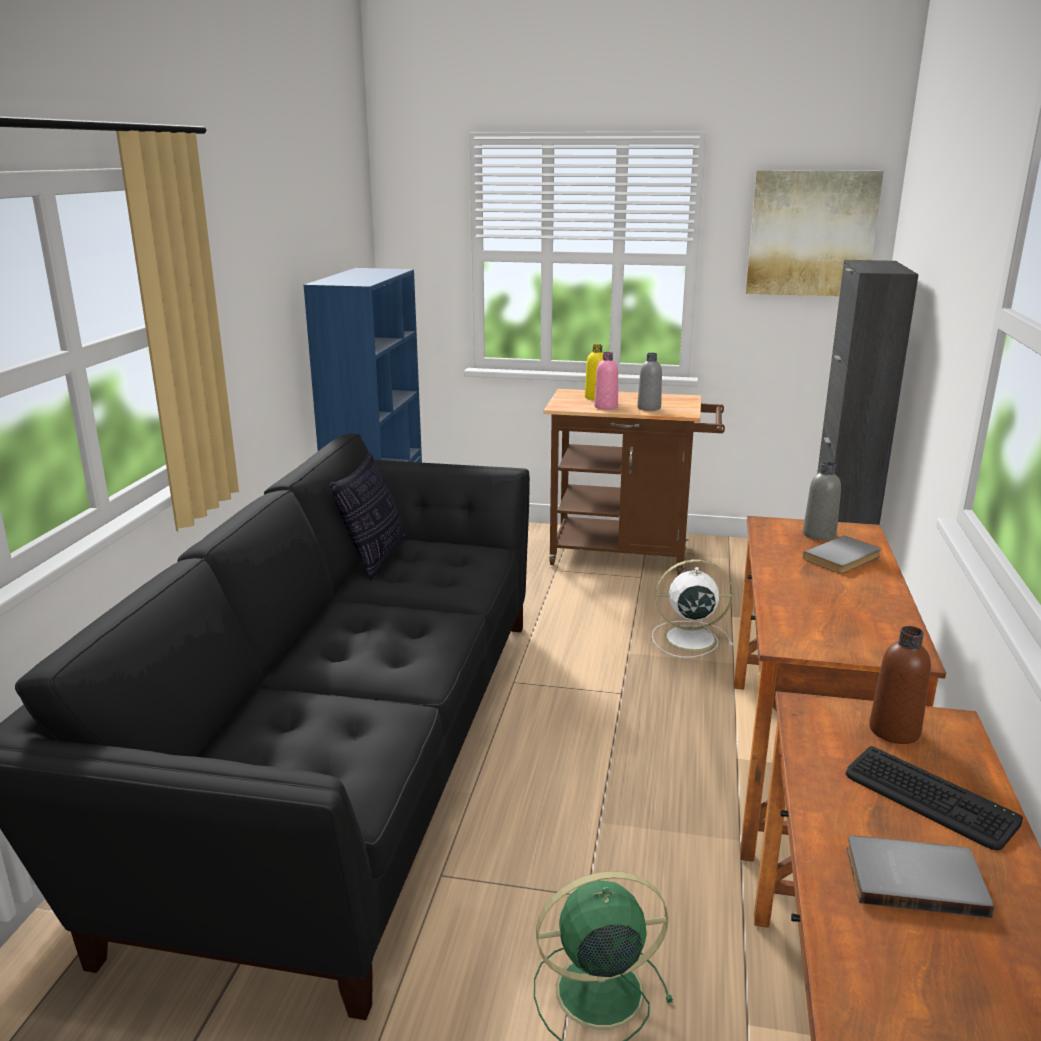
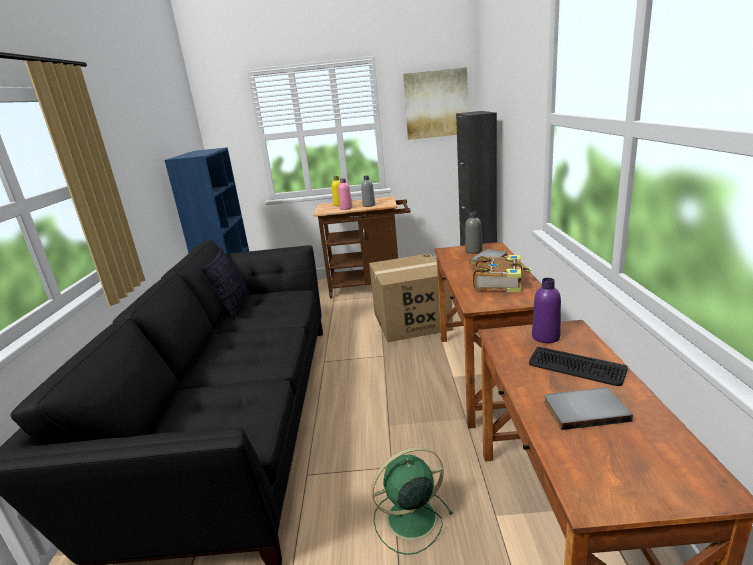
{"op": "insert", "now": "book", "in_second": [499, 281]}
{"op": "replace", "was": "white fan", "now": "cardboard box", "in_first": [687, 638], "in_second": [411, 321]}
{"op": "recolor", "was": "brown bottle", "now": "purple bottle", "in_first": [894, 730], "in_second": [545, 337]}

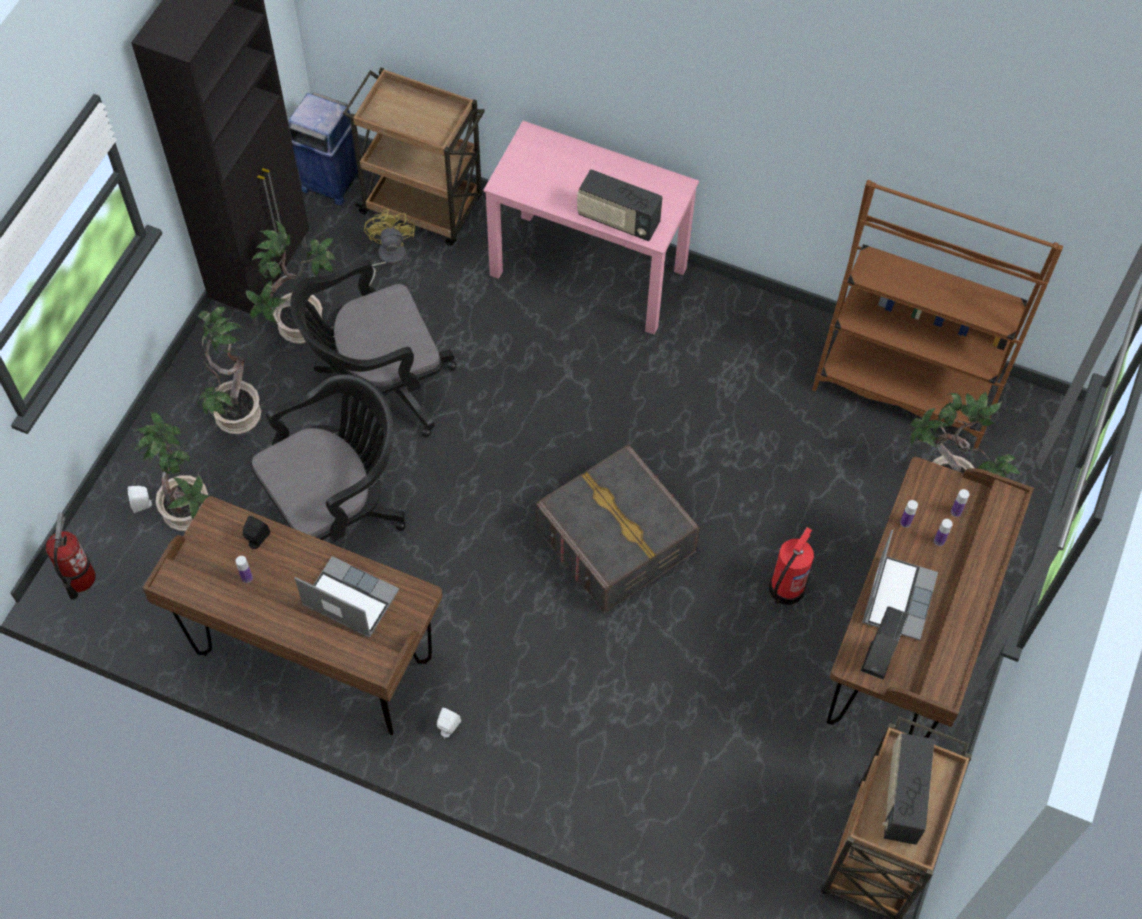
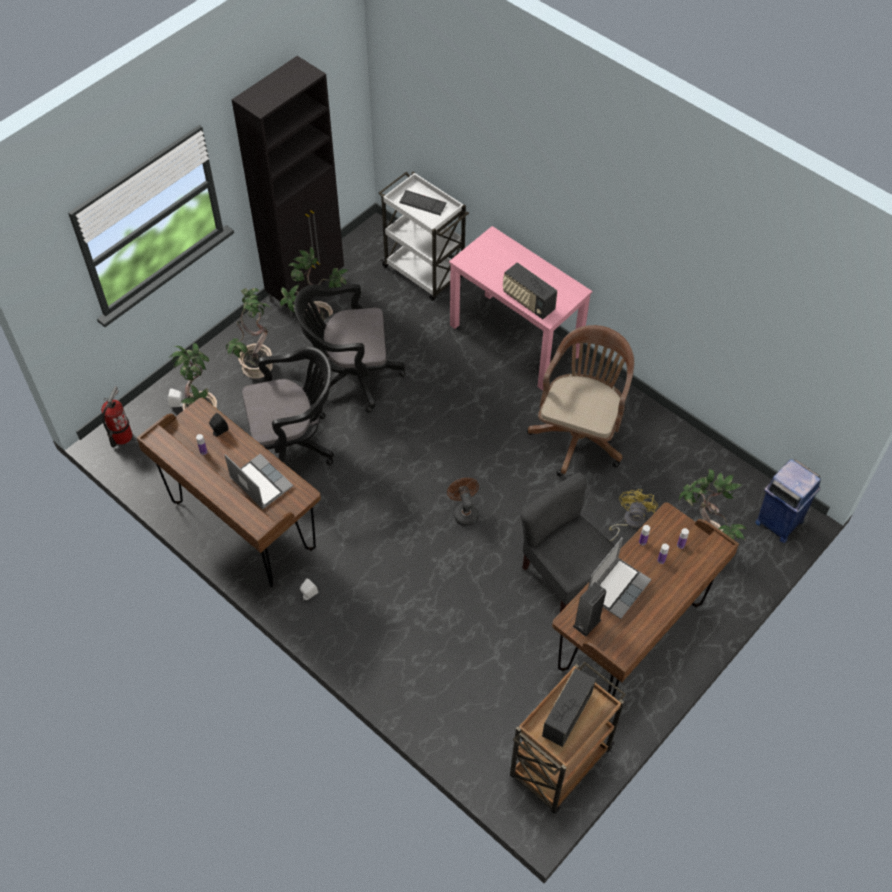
{"op": "delete", "was": "brown bookcase", "in_first": [905, 385]}
{"op": "insert", "now": "keyboard", "in_second": [423, 203]}
{"op": "insert", "now": "brown office chair", "in_second": [579, 434]}
{"op": "move", "was": "blue trash can", "in_first": [330, 181], "in_second": [778, 521]}
{"op": "move", "was": "yellow fan", "in_first": [387, 258], "in_second": [629, 521]}
{"op": "replace", "was": "grey storage box", "now": "brown fan", "in_first": [615, 541], "in_second": [464, 512]}
{"op": "replace", "was": "fire extinguisher", "now": "grey chair", "in_first": [785, 589], "in_second": [565, 575]}
{"op": "recolor", "was": "brown cart", "now": "white cart", "in_first": [423, 206], "in_second": [424, 273]}

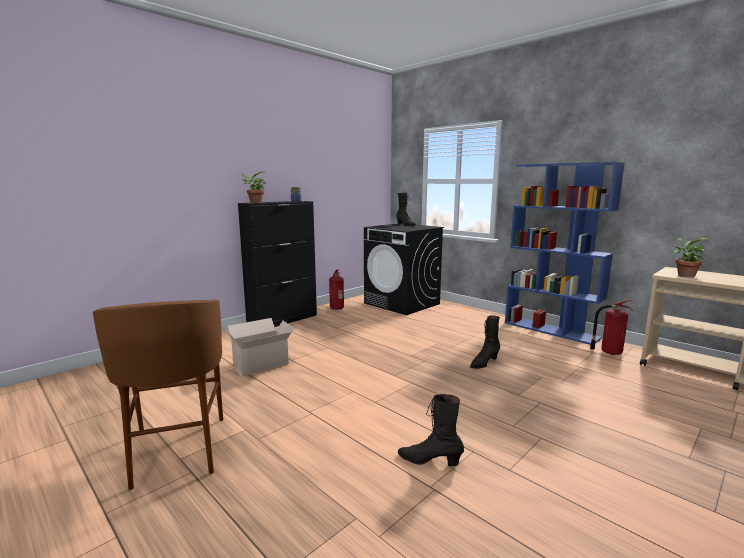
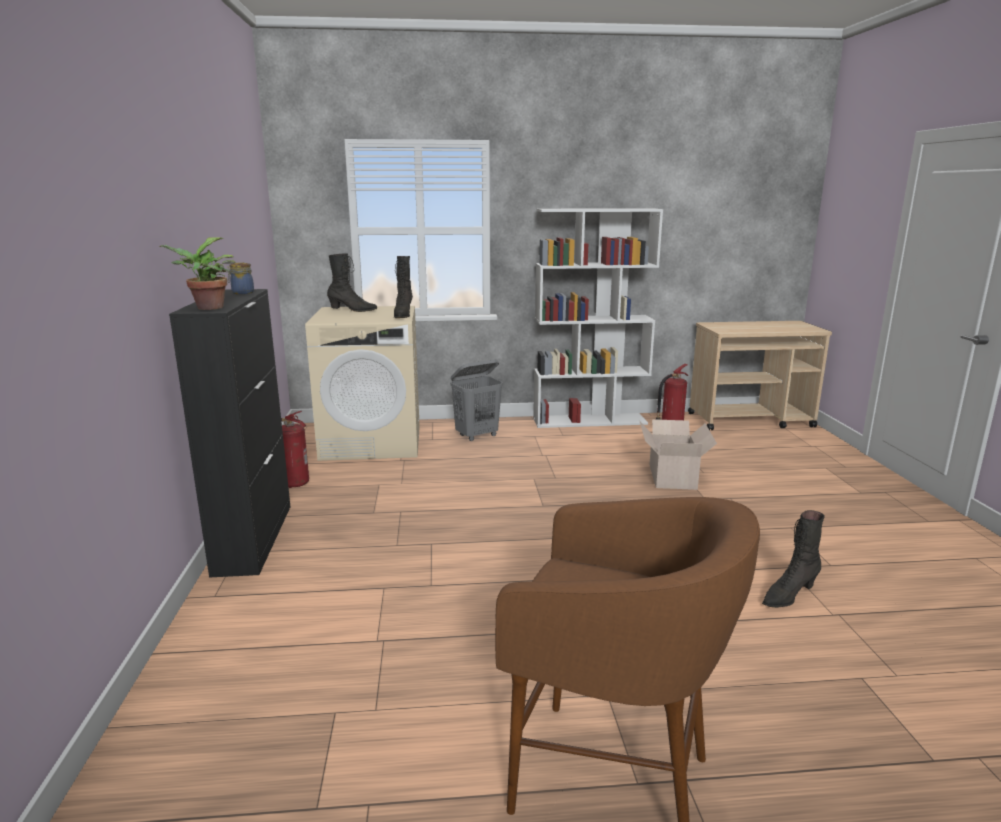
{"op": "delete", "was": "potted plant", "in_first": [684, 275]}
{"op": "insert", "now": "grey laundry basket", "in_second": [477, 436]}
{"op": "move", "was": "cardboard box", "in_first": [262, 364], "in_second": [672, 476]}
{"op": "move", "was": "black boot", "in_first": [484, 363], "in_second": [403, 315]}
{"op": "recolor", "was": "black washing machine", "now": "beige washing machine", "in_first": [402, 303], "in_second": [372, 442]}
{"op": "recolor", "was": "blue bookcase", "now": "white bookcase", "in_first": [551, 330], "in_second": [590, 421]}

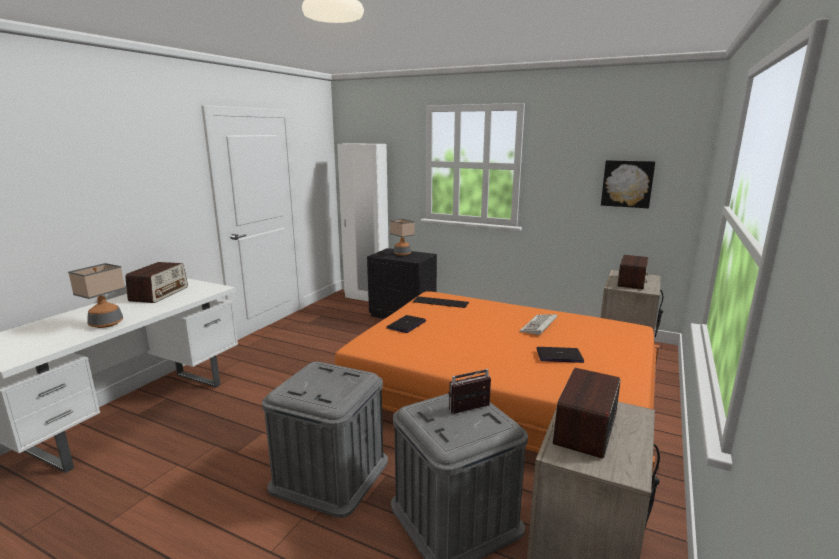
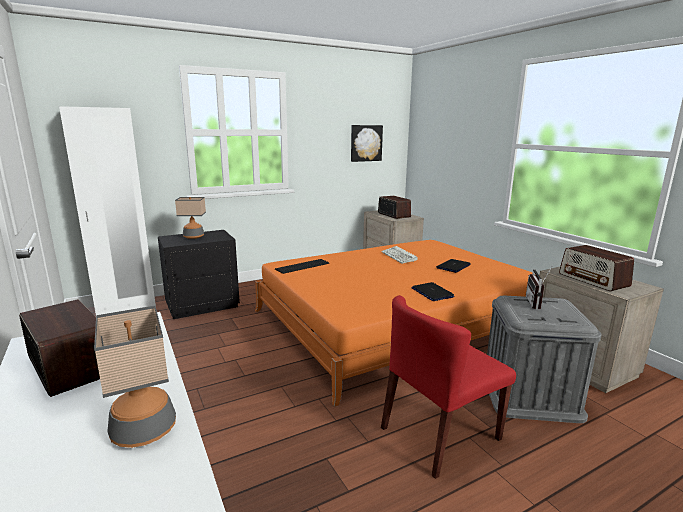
{"op": "move", "was": "laptop", "in_first": [406, 325], "in_second": [432, 292]}
{"op": "replace", "was": "grey storage box", "now": "red chair", "in_first": [330, 474], "in_second": [439, 434]}

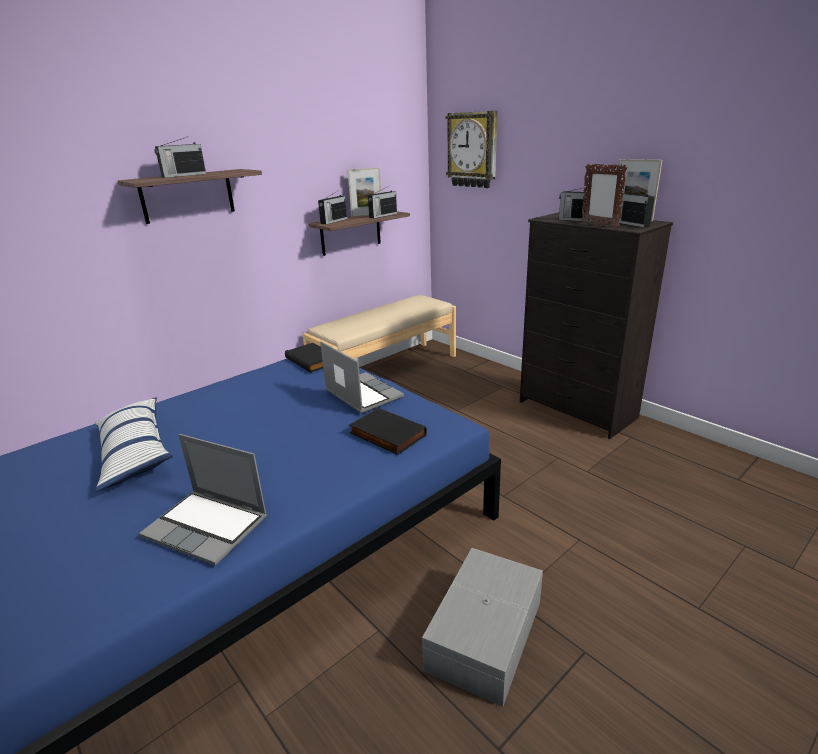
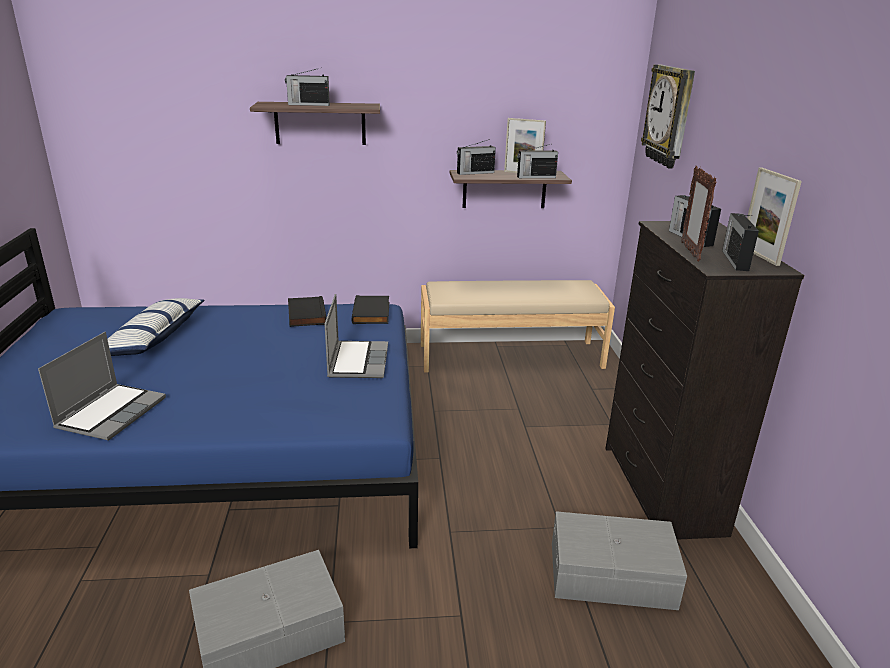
{"op": "insert", "now": "grey storage box", "in_second": [613, 576]}
{"op": "move", "was": "black book", "in_first": [386, 435], "in_second": [305, 314]}
{"op": "rotate", "was": "laptop", "in_first": [208, 527], "in_second": [111, 412], "clockwise": -135}

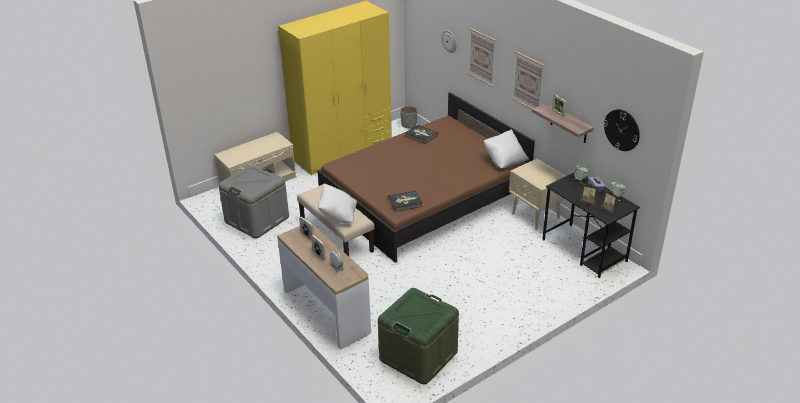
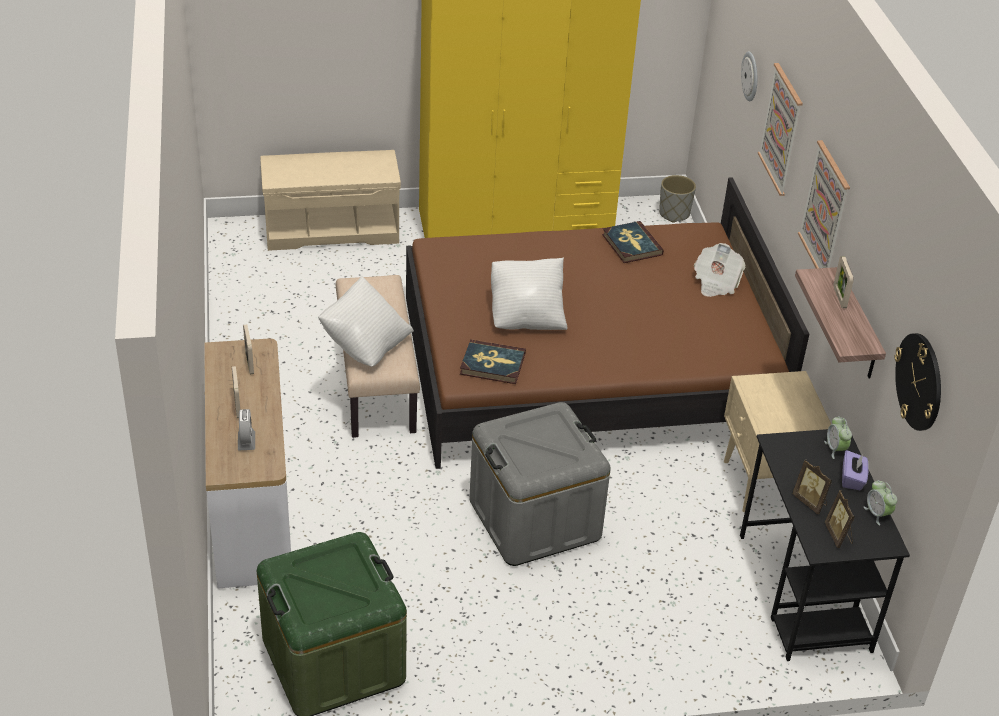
{"op": "insert", "now": "newspaper", "in_second": [716, 282]}
{"op": "move", "was": "grey storage box", "in_first": [257, 219], "in_second": [534, 519]}
{"op": "move", "was": "white pillow", "in_first": [504, 161], "in_second": [527, 315]}

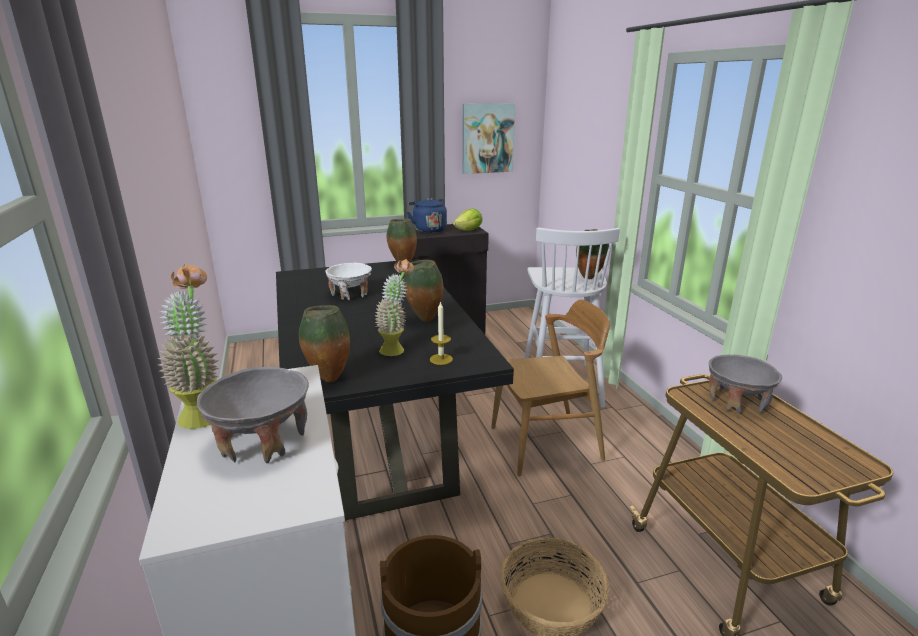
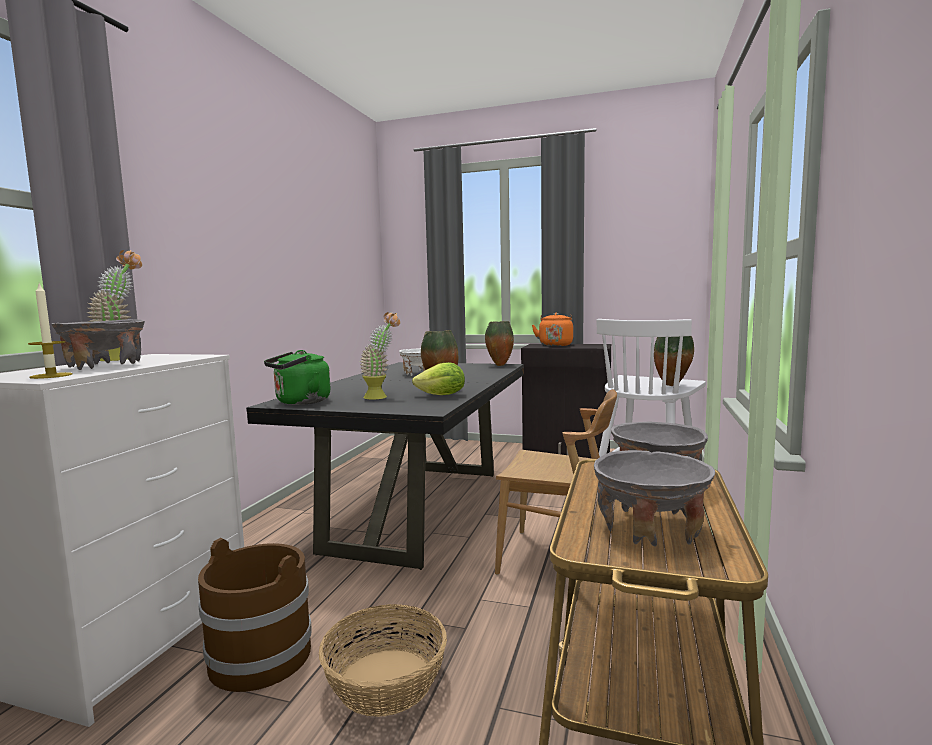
{"op": "delete", "was": "picture", "in_first": [487, 138]}
{"op": "insert", "now": "grey bowl", "in_second": [650, 529]}
{"op": "move", "was": "candle", "in_first": [441, 359], "in_second": [51, 376]}
{"op": "move", "was": "lettuce", "in_first": [469, 230], "in_second": [442, 395]}
{"op": "replace", "was": "vase", "now": "green kettle", "in_first": [328, 379], "in_second": [300, 402]}
{"op": "recolor", "was": "blue kettle", "now": "orange kettle", "in_first": [428, 230], "in_second": [555, 345]}

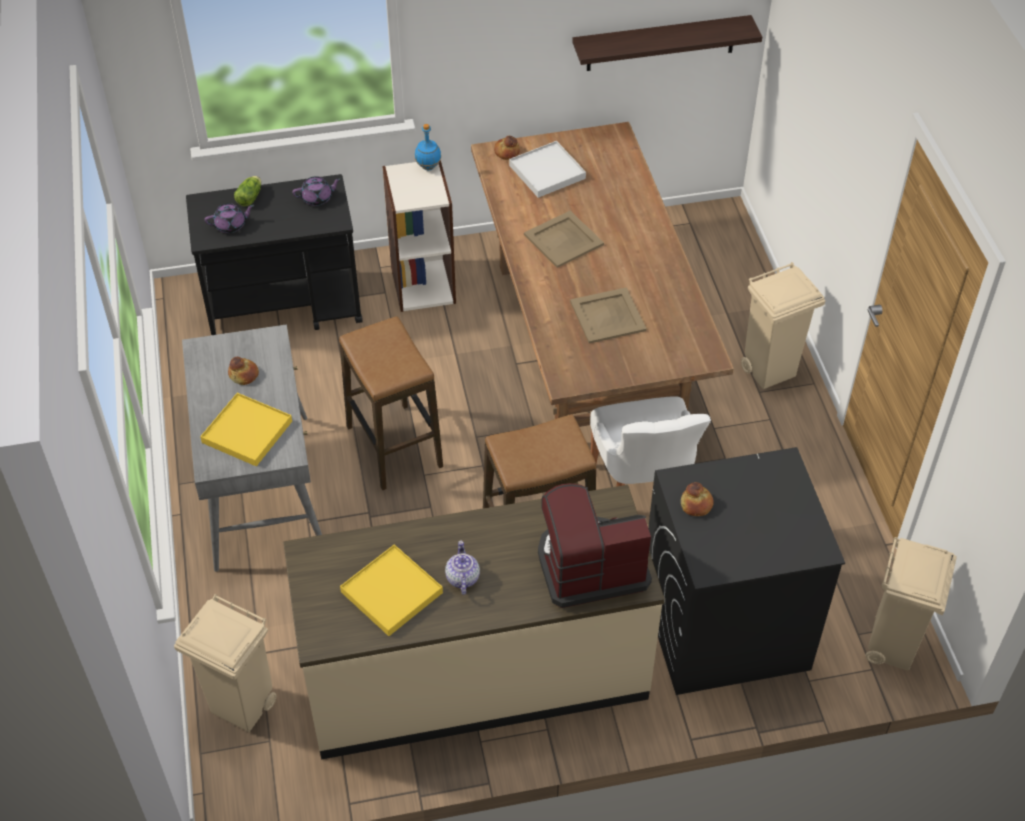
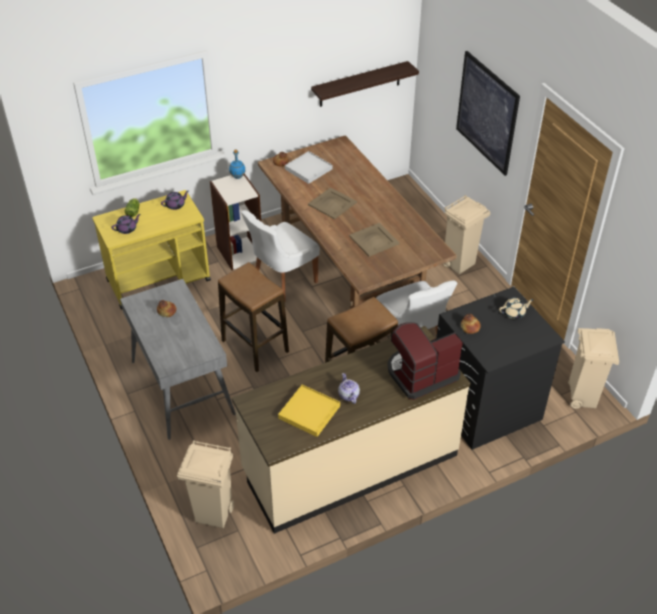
{"op": "delete", "was": "yellow tray", "in_first": [247, 432]}
{"op": "insert", "now": "white chair", "in_second": [282, 281]}
{"op": "insert", "now": "picture", "in_second": [487, 113]}
{"op": "insert", "now": "beige teapot", "in_second": [514, 313]}
{"op": "recolor", "was": "black cart", "now": "yellow cart", "in_first": [285, 307], "in_second": [159, 280]}

